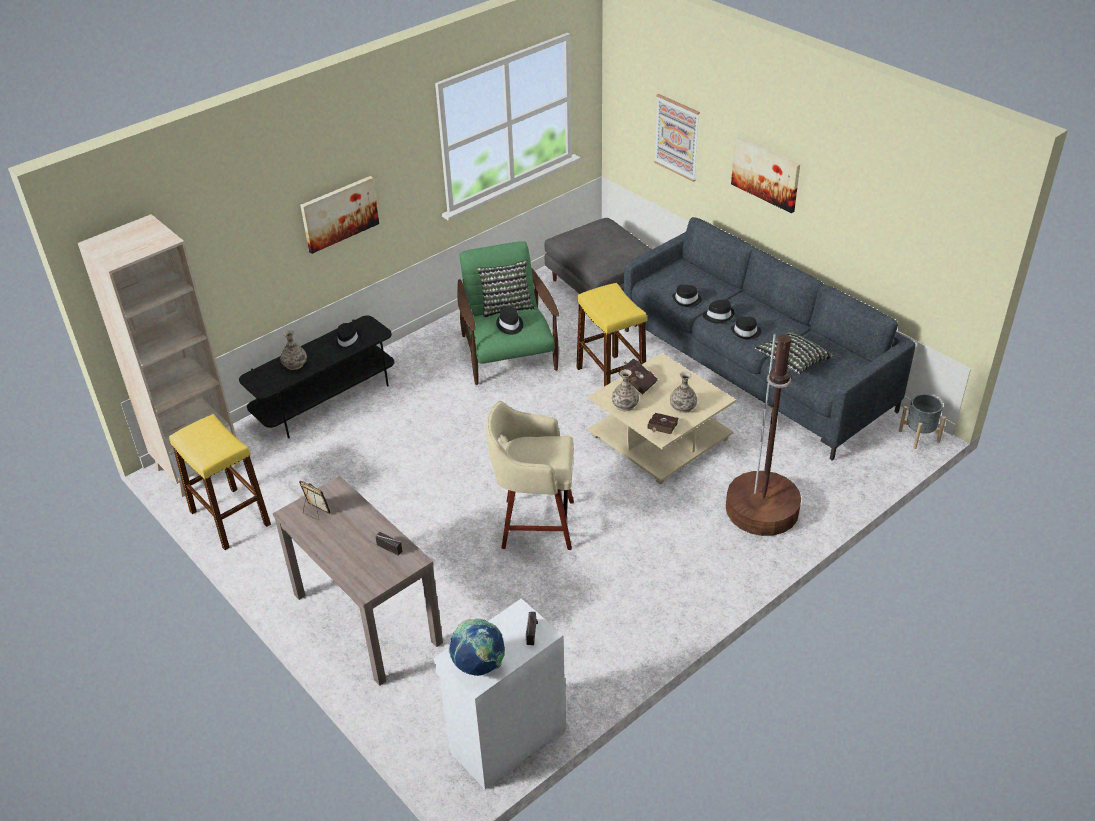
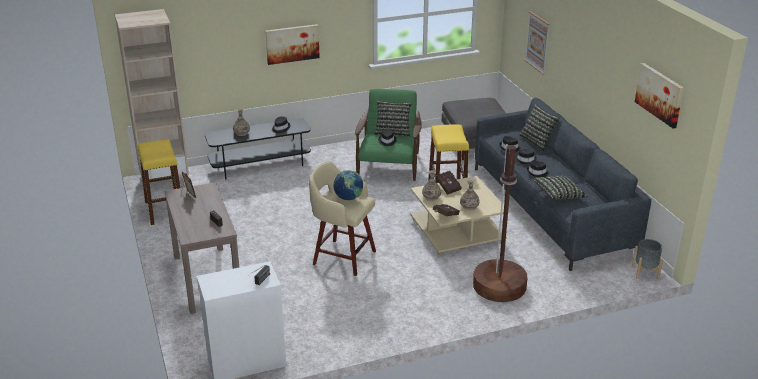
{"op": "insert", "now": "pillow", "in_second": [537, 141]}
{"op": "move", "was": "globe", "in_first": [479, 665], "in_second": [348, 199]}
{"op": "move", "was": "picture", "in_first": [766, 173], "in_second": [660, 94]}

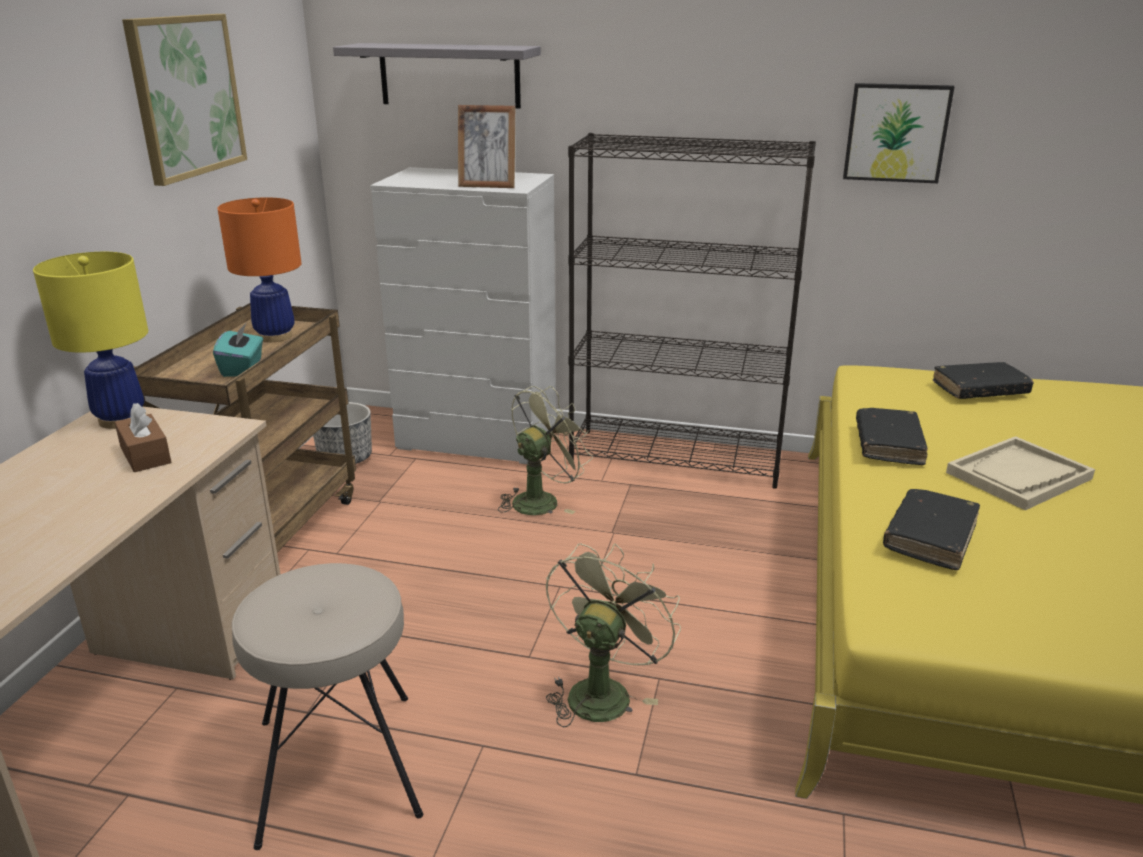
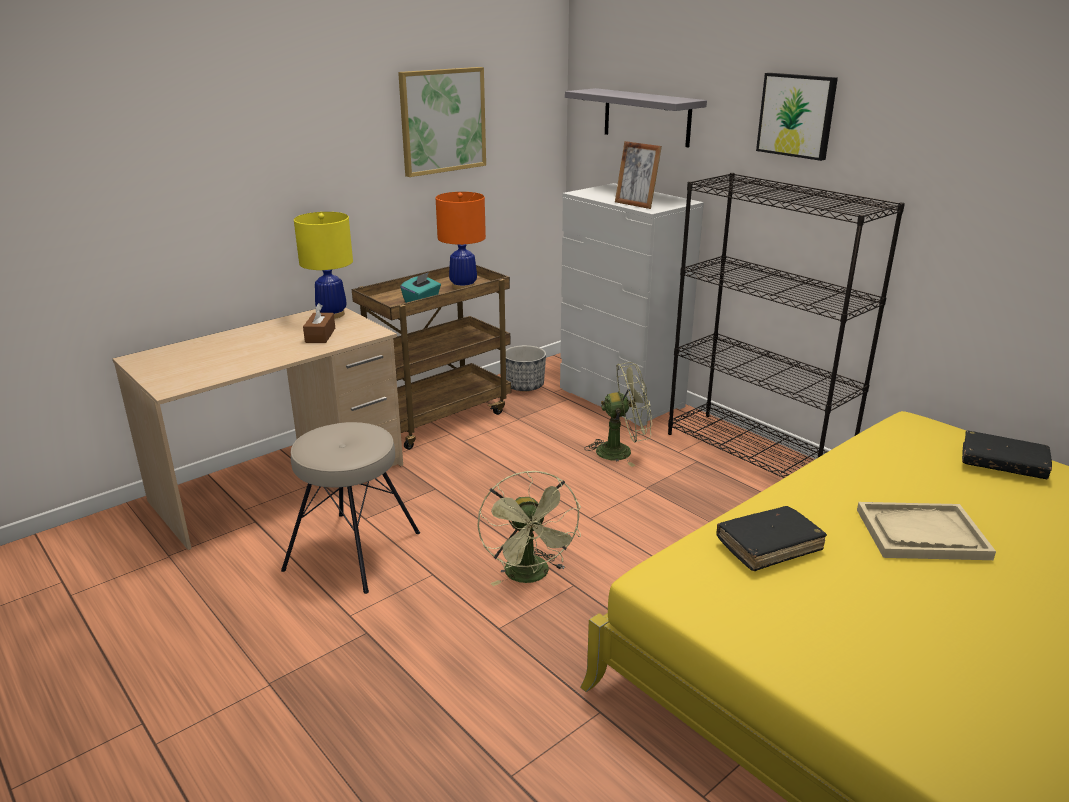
{"op": "delete", "was": "black book", "in_first": [888, 444]}
{"op": "move", "was": "picture", "in_first": [896, 132], "in_second": [797, 115]}
{"op": "rotate", "was": "green fan", "in_first": [602, 690], "in_second": [531, 576], "clockwise": 105}

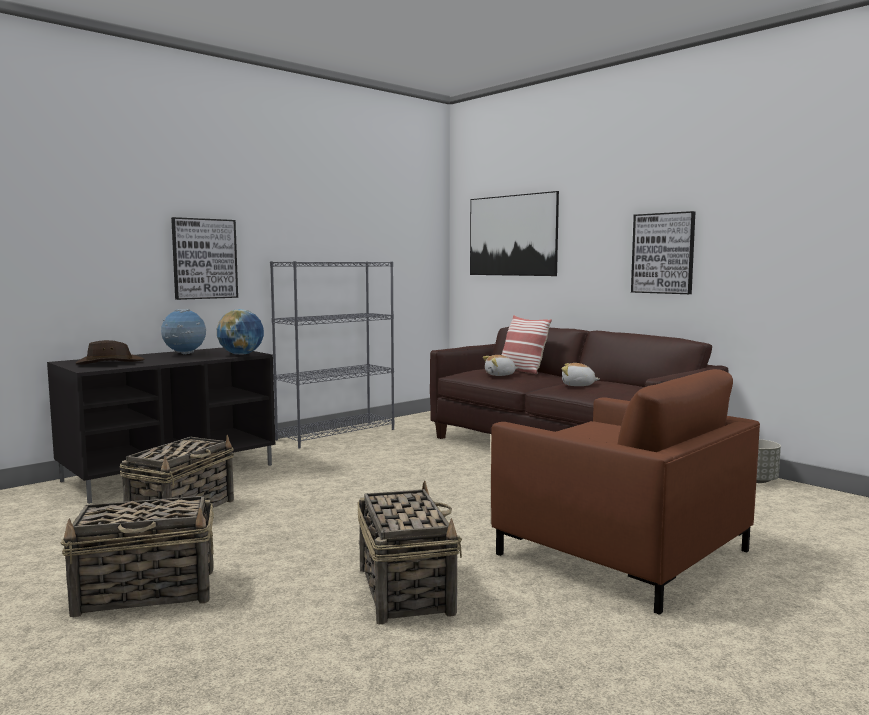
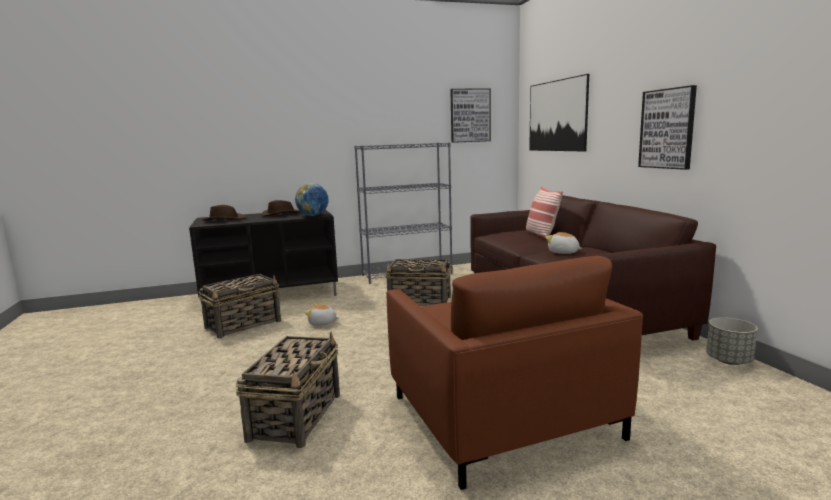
{"op": "move", "was": "basket", "in_first": [148, 592], "in_second": [420, 301]}
{"op": "move", "was": "picture", "in_first": [204, 258], "in_second": [470, 115]}
{"op": "move", "was": "plush toy", "in_first": [500, 375], "in_second": [322, 323]}
{"op": "replace", "was": "globe", "now": "brown hat", "in_first": [184, 354], "in_second": [281, 214]}

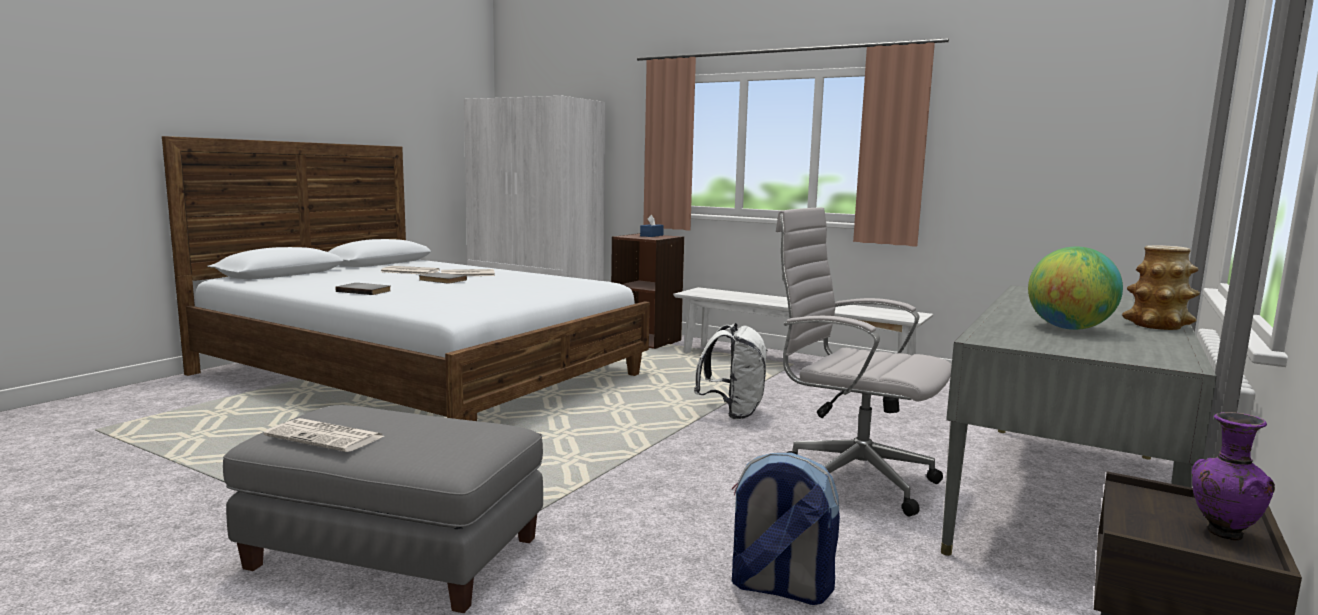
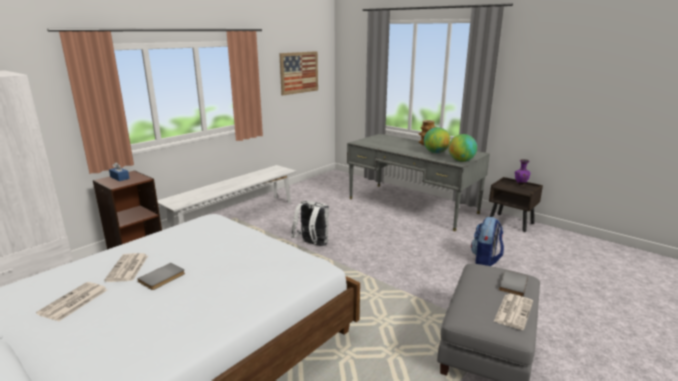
{"op": "delete", "was": "white office chair", "in_first": [851, 480]}
{"op": "insert", "now": "picture", "in_second": [299, 72]}
{"op": "insert", "now": "globe", "in_second": [461, 161]}
{"op": "move", "was": "grey book", "in_first": [365, 291], "in_second": [511, 284]}

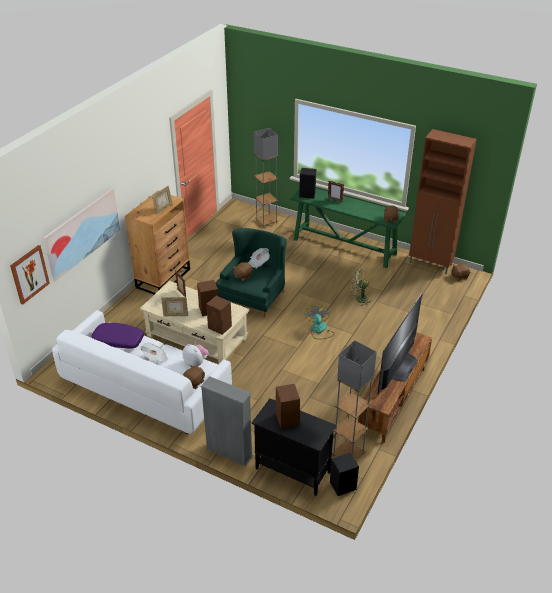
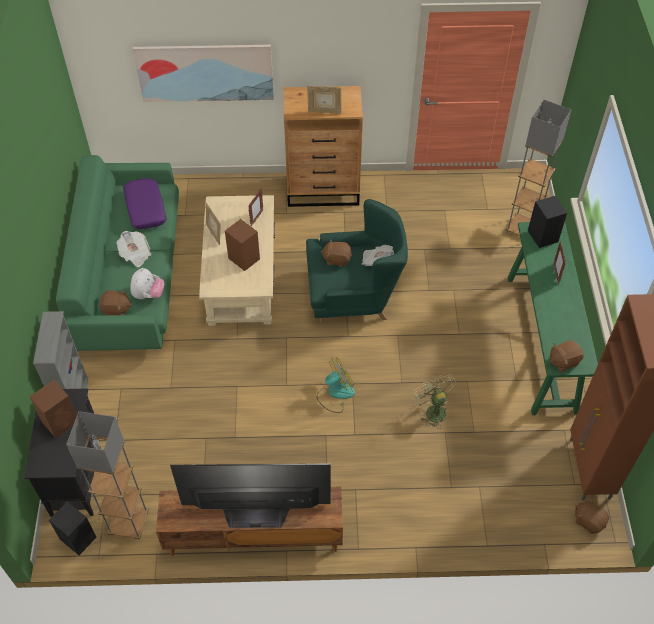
{"op": "delete", "was": "picture", "in_first": [29, 274]}
{"op": "delete", "was": "brown speaker", "in_first": [220, 327]}
{"op": "recolor", "was": "white sofa", "now": "green sofa", "in_first": [146, 388], "in_second": [130, 276]}

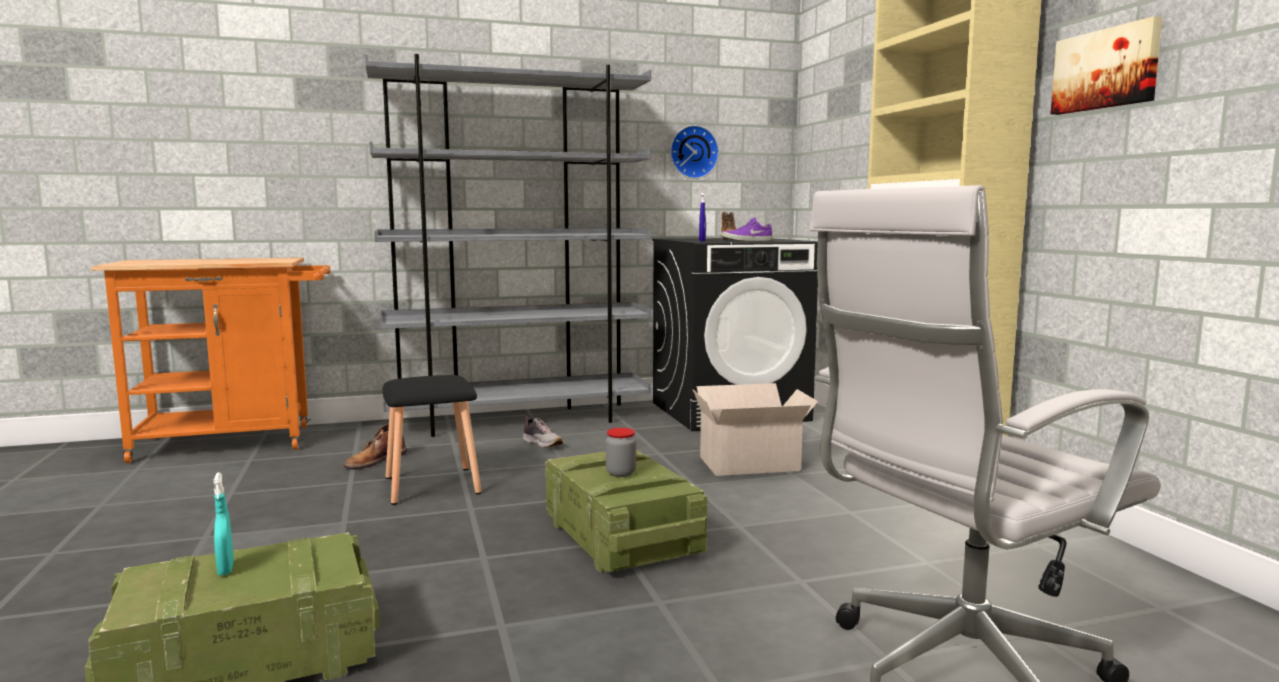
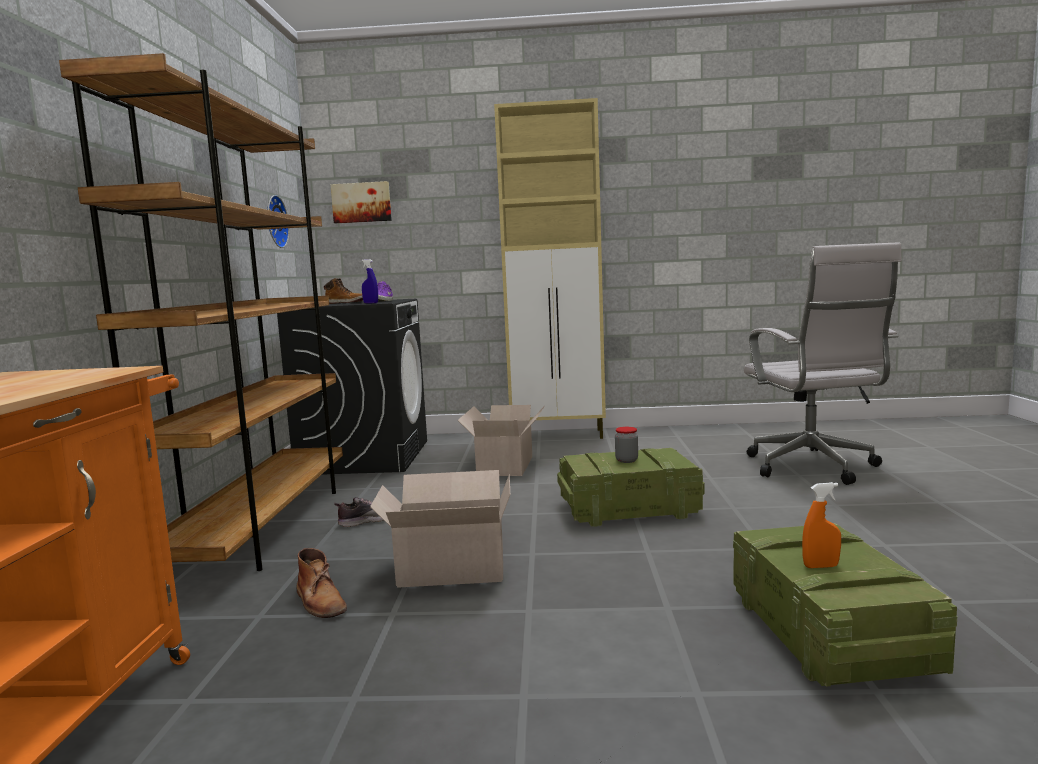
{"op": "move", "was": "picture", "in_first": [1106, 69], "in_second": [361, 202]}
{"op": "replace", "was": "black stool", "now": "cardboard box", "in_first": [434, 485], "in_second": [448, 569]}
{"op": "recolor", "was": "turquoise spray bottle", "now": "orange spray bottle", "in_first": [225, 569], "in_second": [821, 566]}
{"op": "recolor", "was": "grey bookcase", "now": "brown bookcase", "in_first": [520, 420], "in_second": [263, 526]}

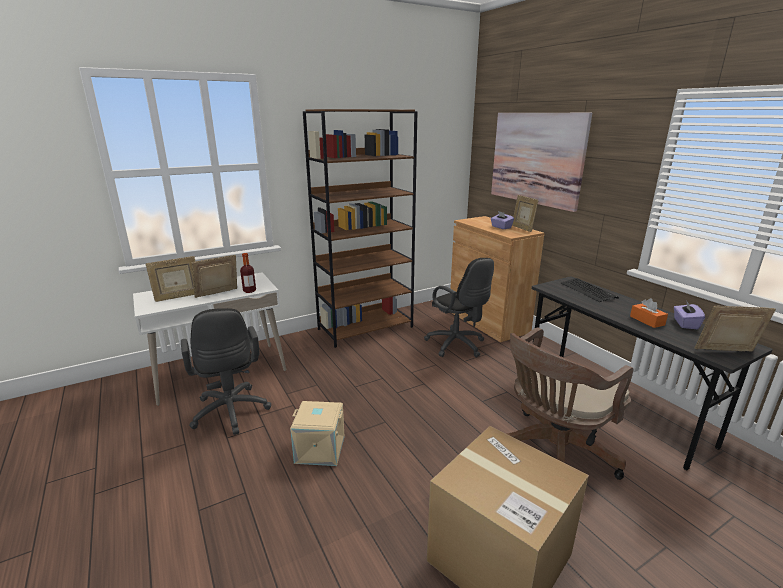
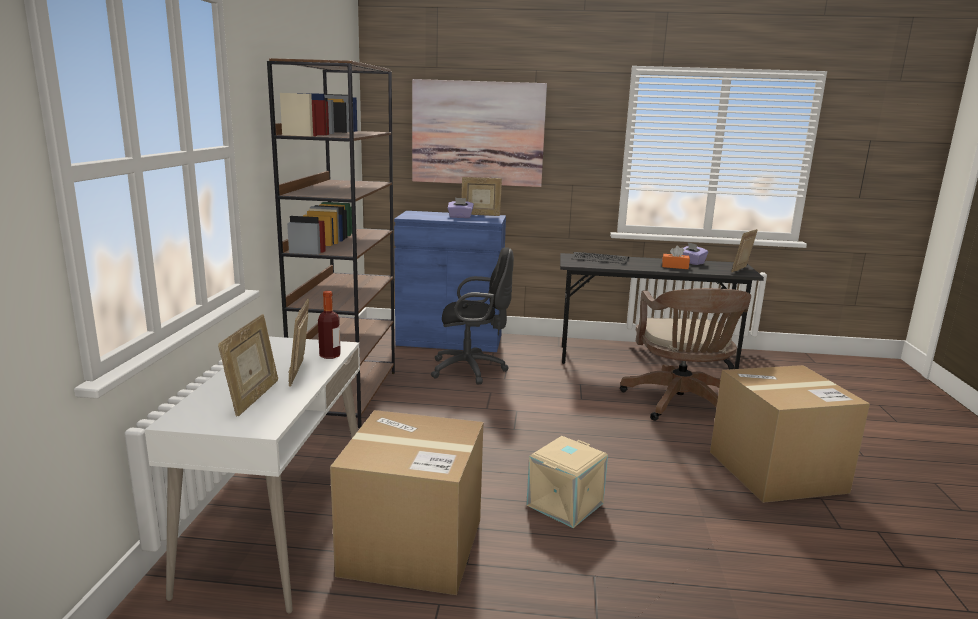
{"op": "replace", "was": "black office chair", "now": "cardboard box", "in_first": [231, 413], "in_second": [412, 546]}
{"op": "recolor", "was": "brown cabinet", "now": "blue cabinet", "in_first": [488, 321], "in_second": [449, 340]}

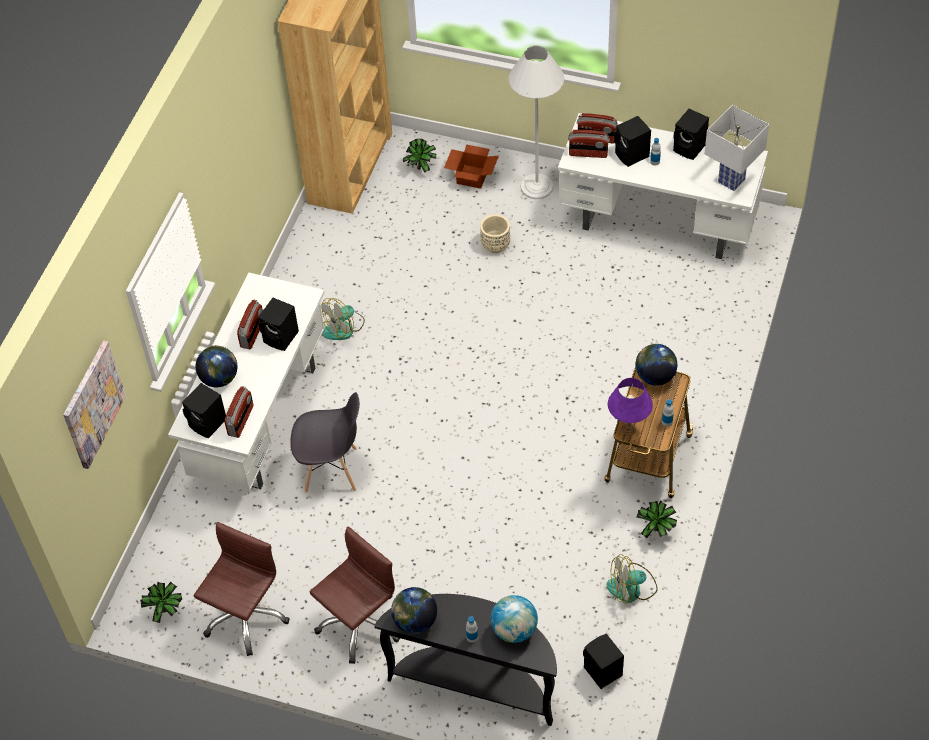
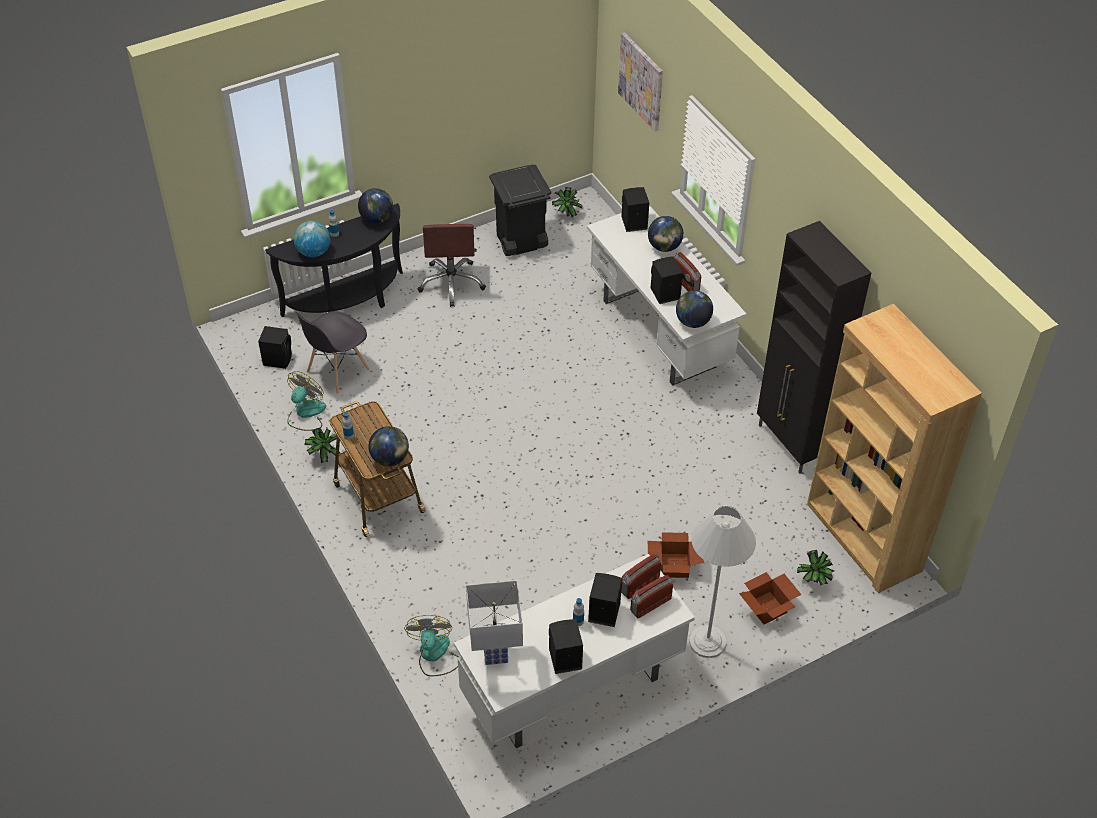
{"op": "delete", "was": "radio", "in_first": [241, 420]}
{"op": "delete", "was": "purple table lamp", "in_first": [628, 429]}
{"op": "insert", "now": "globe", "in_second": [692, 322]}
{"op": "insert", "now": "black cabinet", "in_second": [791, 444]}
{"op": "move", "was": "grey chair", "in_first": [332, 470], "in_second": [337, 371]}
{"op": "move", "was": "fan", "in_first": [343, 327], "in_second": [435, 655]}
{"op": "replace", "was": "brown office chair", "now": "black trash can", "in_first": [245, 616], "in_second": [520, 242]}
{"op": "replace", "was": "beige planter", "now": "cardboard box", "in_first": [495, 245], "in_second": [673, 565]}

